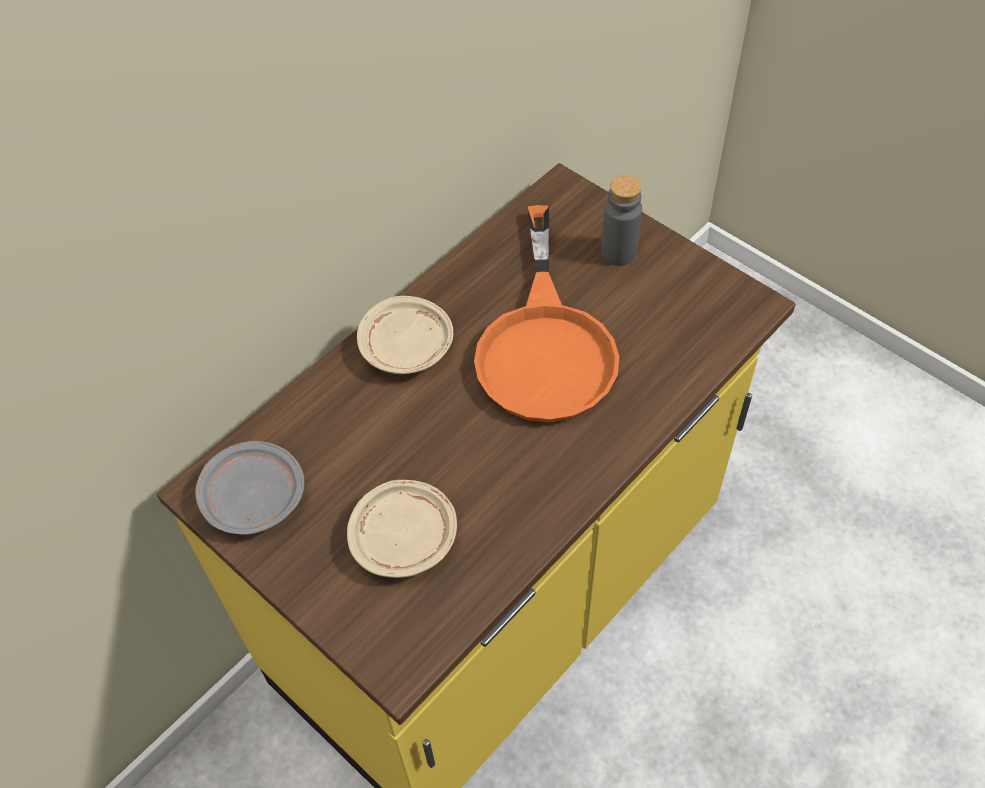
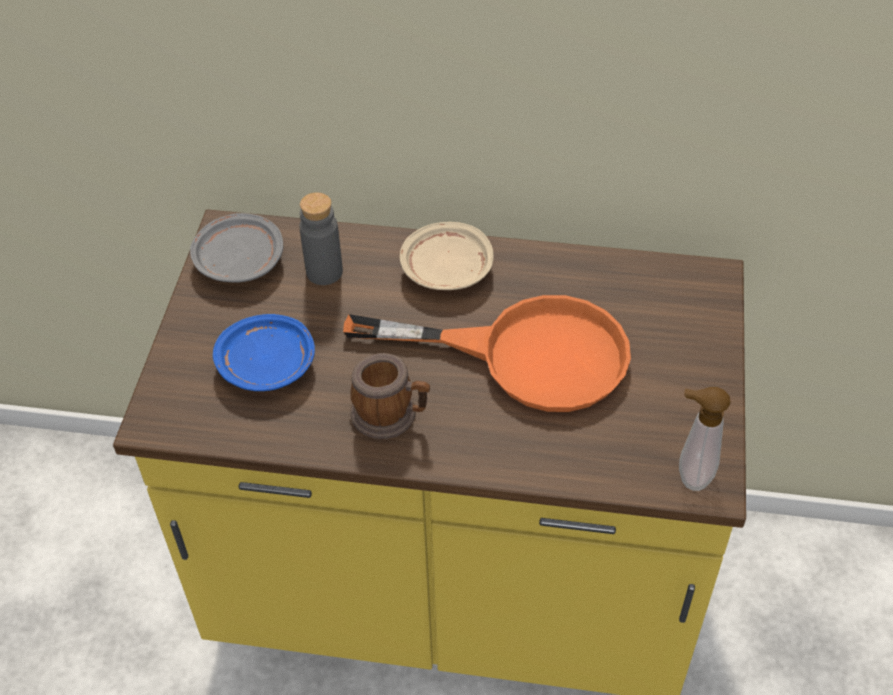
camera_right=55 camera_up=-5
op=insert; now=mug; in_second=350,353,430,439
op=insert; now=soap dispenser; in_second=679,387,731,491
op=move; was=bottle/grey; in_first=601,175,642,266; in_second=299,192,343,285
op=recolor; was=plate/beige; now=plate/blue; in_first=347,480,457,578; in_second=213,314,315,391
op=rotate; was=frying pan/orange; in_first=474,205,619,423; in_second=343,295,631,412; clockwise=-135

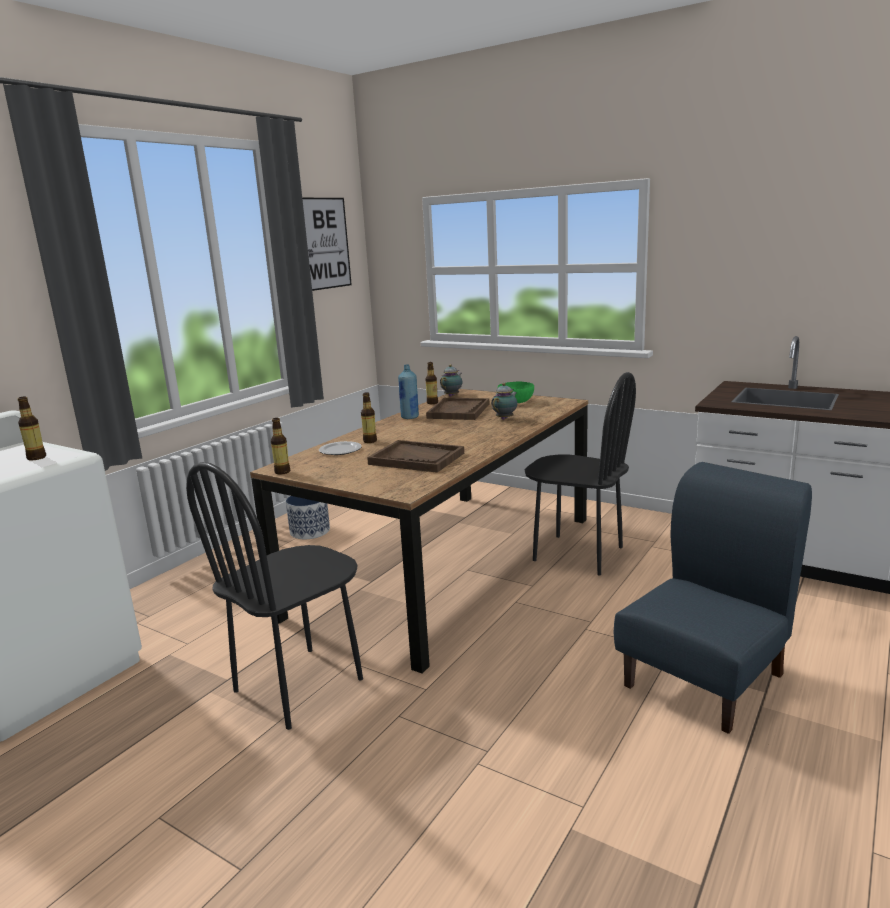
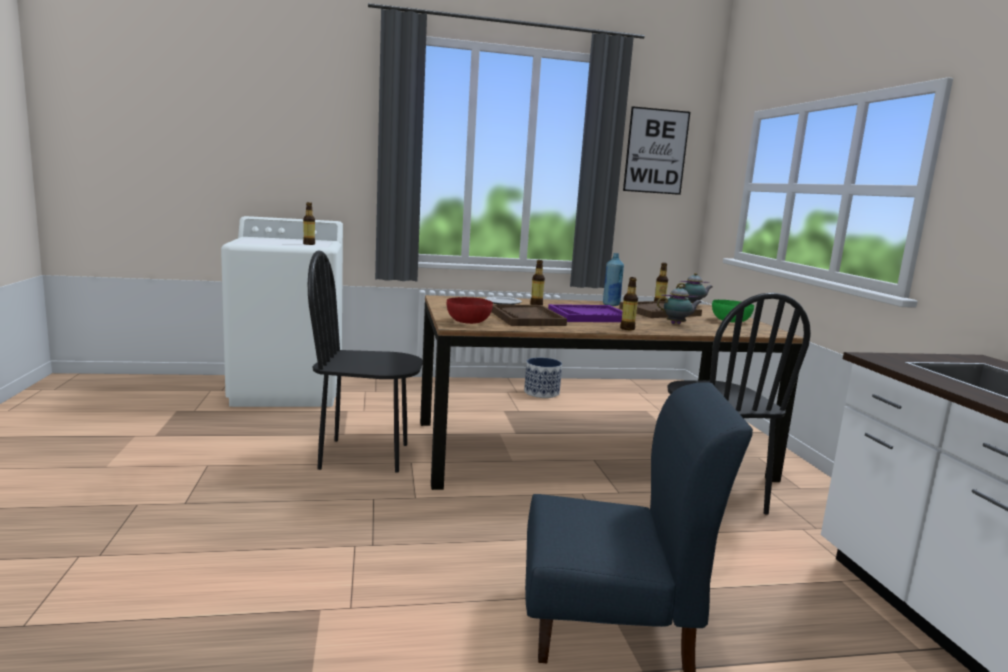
camera_right=45 camera_up=-5
op=insert; now=bowl/red; in_second=447,297,493,324
op=insert; now=tray/purple; in_second=548,304,622,322
op=move; was=bottle; in_first=271,418,290,475; in_second=620,277,638,330

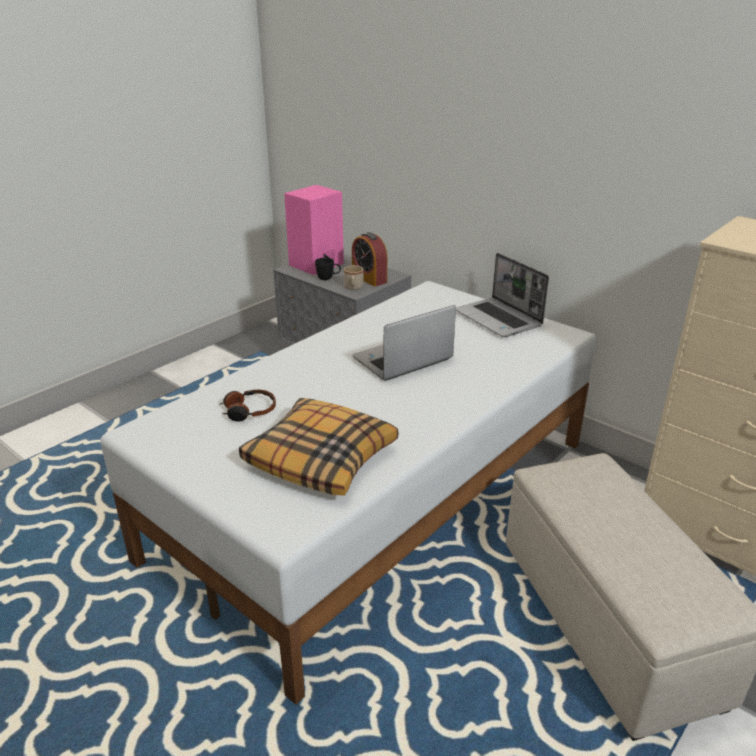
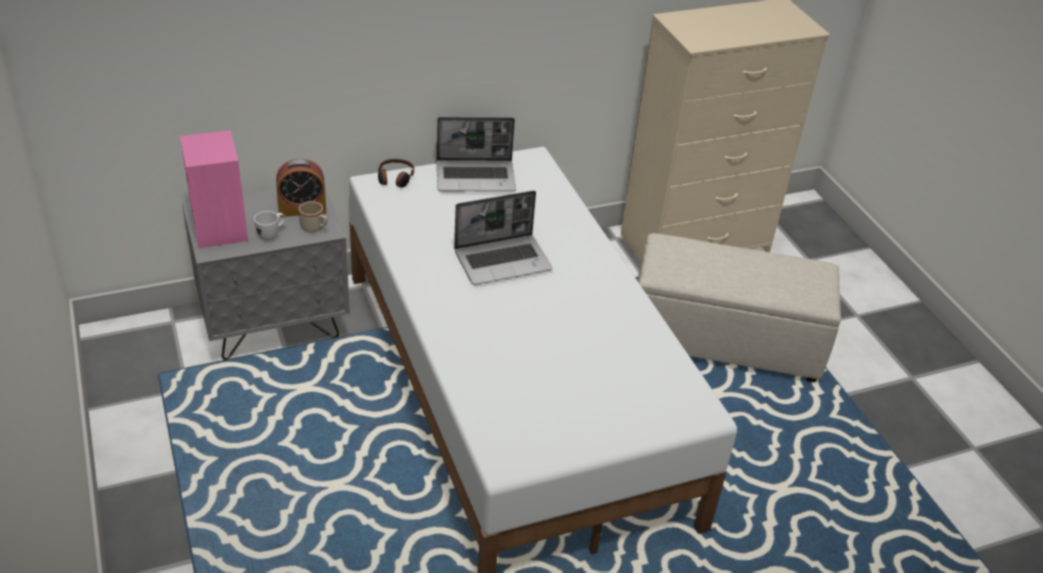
camera_right=-65 camera_up=10
op=delete; was=pillow; in_first=239,398,398,496
op=move; was=headphones; in_first=219,390,276,422; in_second=378,159,414,187
op=recolor; was=mug/black; now=mug/white; in_first=315,258,341,280; in_second=254,211,285,241
op=rotate; was=laptop; in_first=352,305,456,381; in_second=454,191,552,285; clockwise=-105

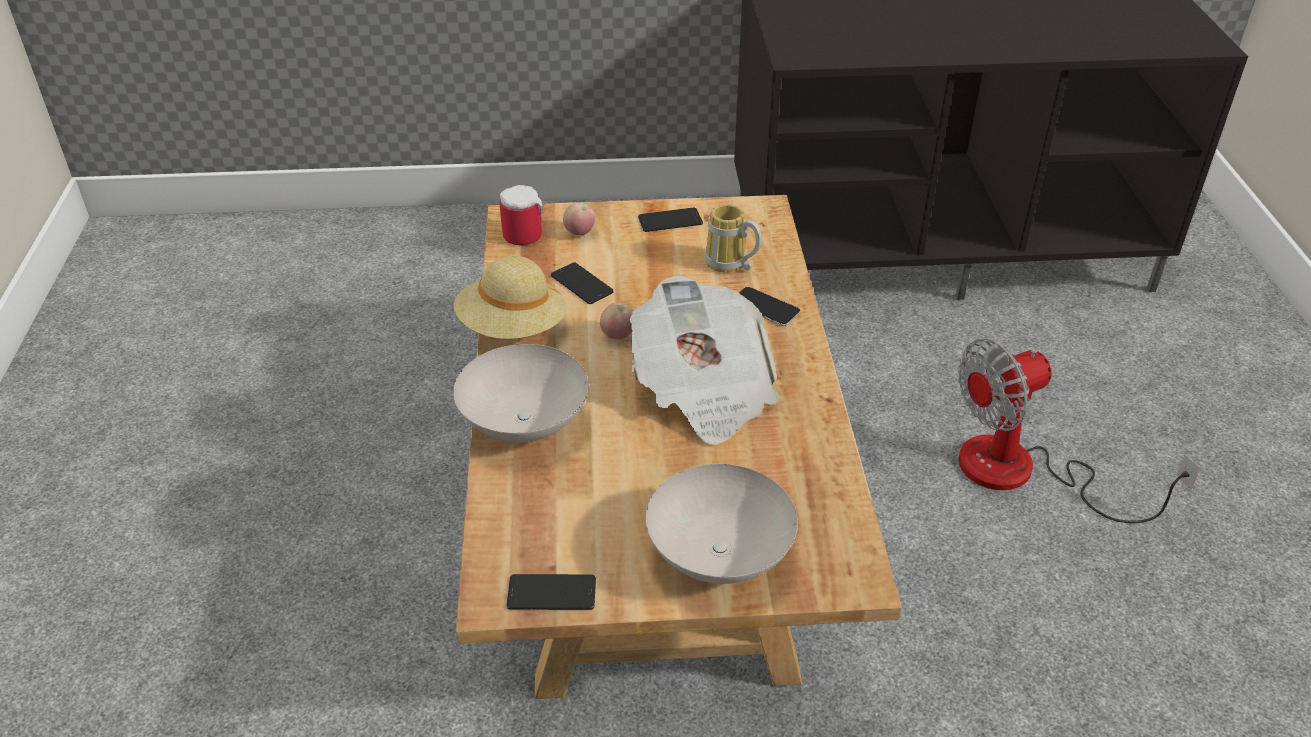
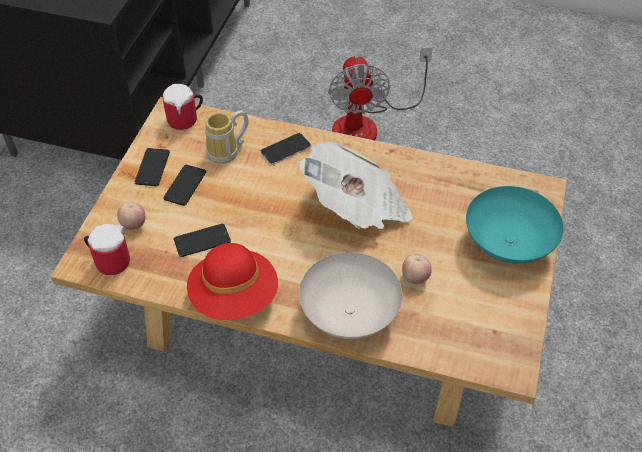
camera_right=-70 camera_up=10
op=insert; now=mug; in_second=163,84,203,130
op=move; was=phone; in_first=507,574,596,610; in_second=163,165,206,206
op=move; was=apple; in_first=600,303,633,339; in_second=402,254,432,284
op=recolor; was=hat/beige; now=hat/red; in_first=453,256,567,339; in_second=187,243,278,320
op=recolor; was=bowl/white; now=bowl/turquoise; in_first=646,464,798,584; in_second=466,186,564,264

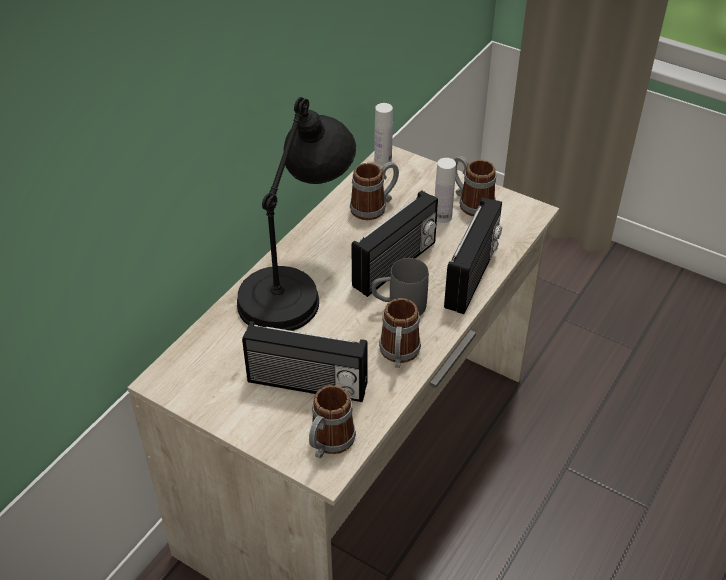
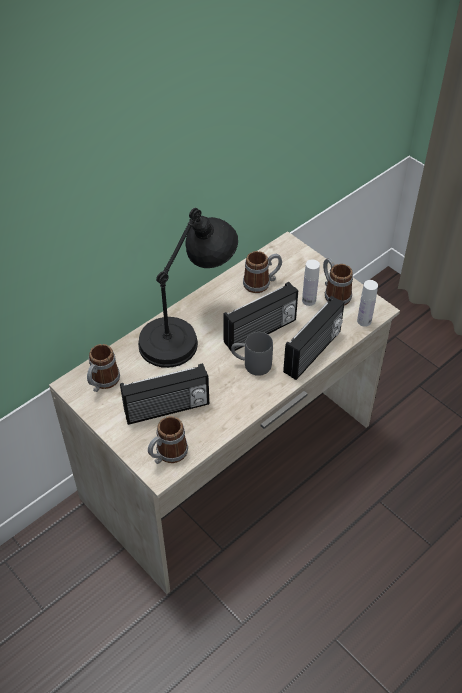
camera_right=15 camera_up=5
op=move; was=bottle/white; in_first=374,103,393,166; in_second=357,280,378,327
op=move; was=mug; in_first=379,298,421,368; in_second=87,344,120,392
op=rotate; was=radio; in_first=242,321,368,402; in_second=120,363,209,425; clockwise=-45

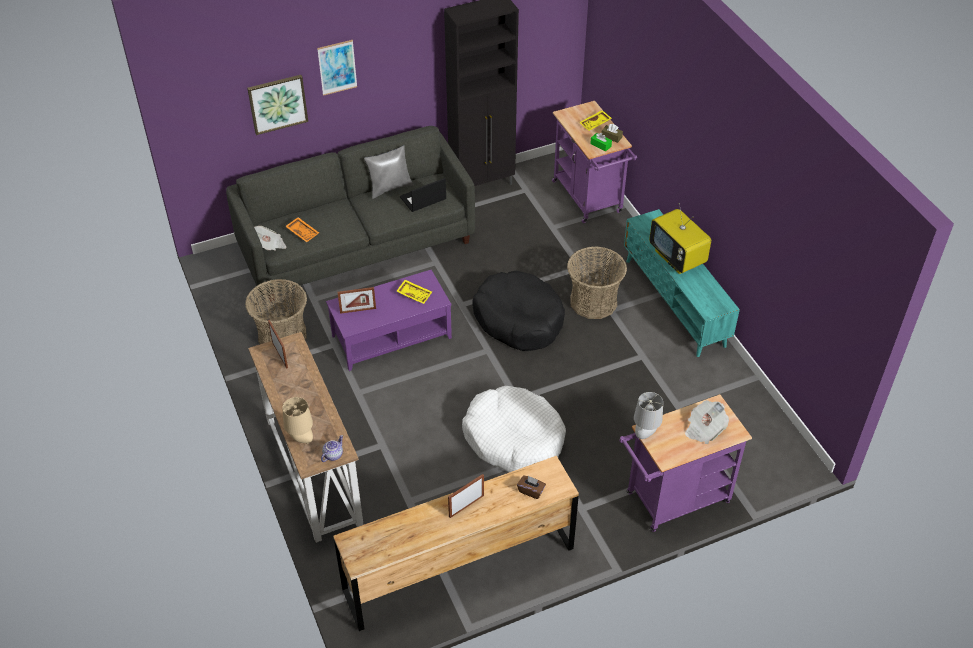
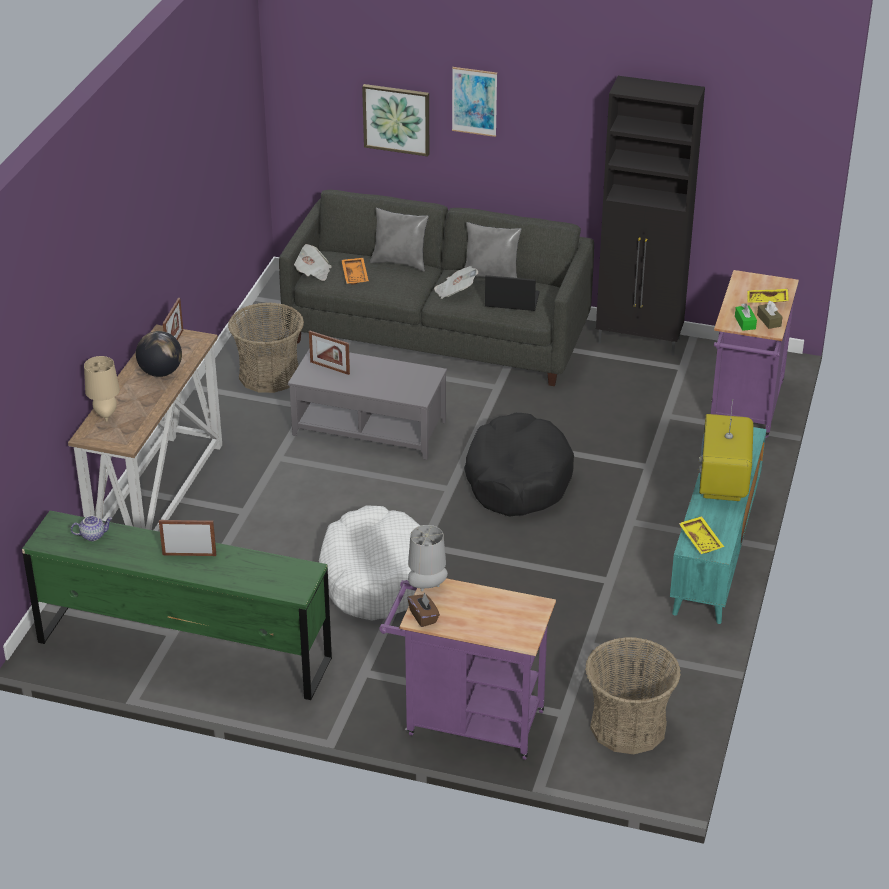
camera_right=40 camera_up=-10
op=insert; now=globe; in_second=136,331,182,377
op=insert; now=pillow/grey; in_second=370,208,429,271
op=move; was=teapot; in_first=321,435,343,462; in_second=71,516,112,541
op=move; was=tray/yellow; in_first=396,280,432,304; in_second=679,516,724,554
op=move; was=tissue box/brown; in_first=517,475,546,499; in_second=408,592,440,627
op=move; was=basket; in_first=567,246,627,319; in_second=585,637,681,754
op=move; was=newspaper; in_first=685,400,729,444; in_second=434,266,478,299
op=recolor; was=coffee table/purple; now=coffee table/grey; in_first=326,270,452,371; in_second=288,348,447,460
op=recolor; was=dresser/brown; now=dresser/green; in_first=333,456,579,631; in_second=22,511,332,700

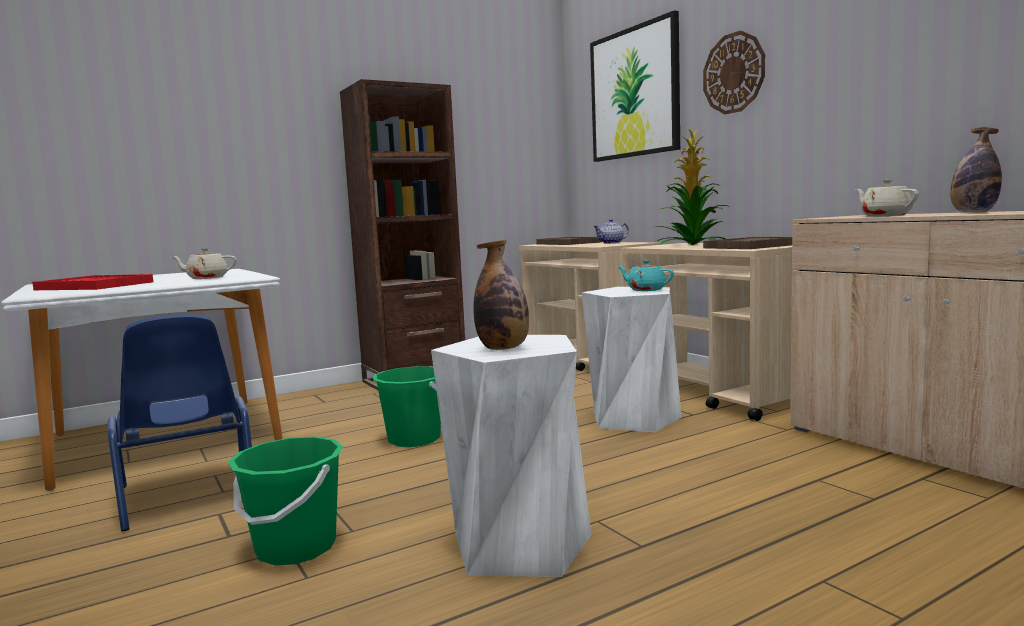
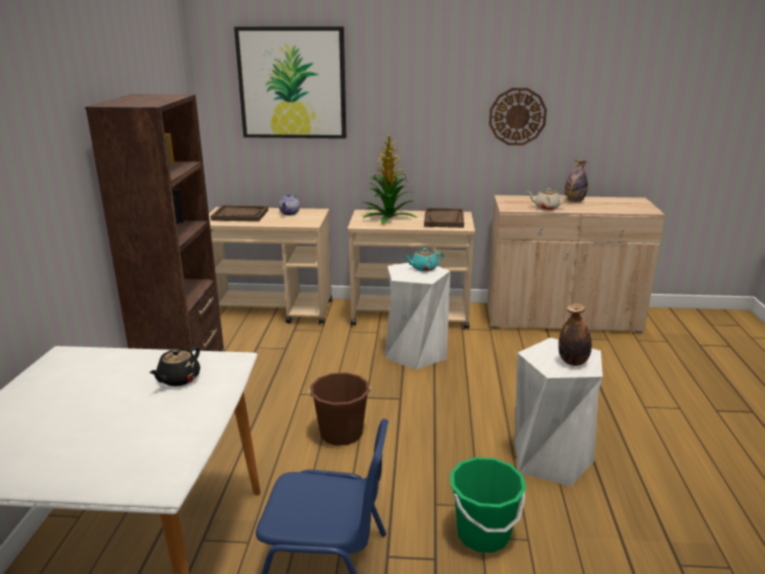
camera_right=-55 camera_up=15
op=delete; was=tray/red; in_first=32,274,153,290
op=move; was=wall clock; in_first=703,30,765,114; in_second=489,88,547,145
op=recolor; was=teapot/beige; now=teapot/black; in_first=170,248,237,279; in_second=149,347,200,386
op=recolor; was=bucket/green; now=bucket/brown; in_first=373,366,441,447; in_second=309,372,371,446

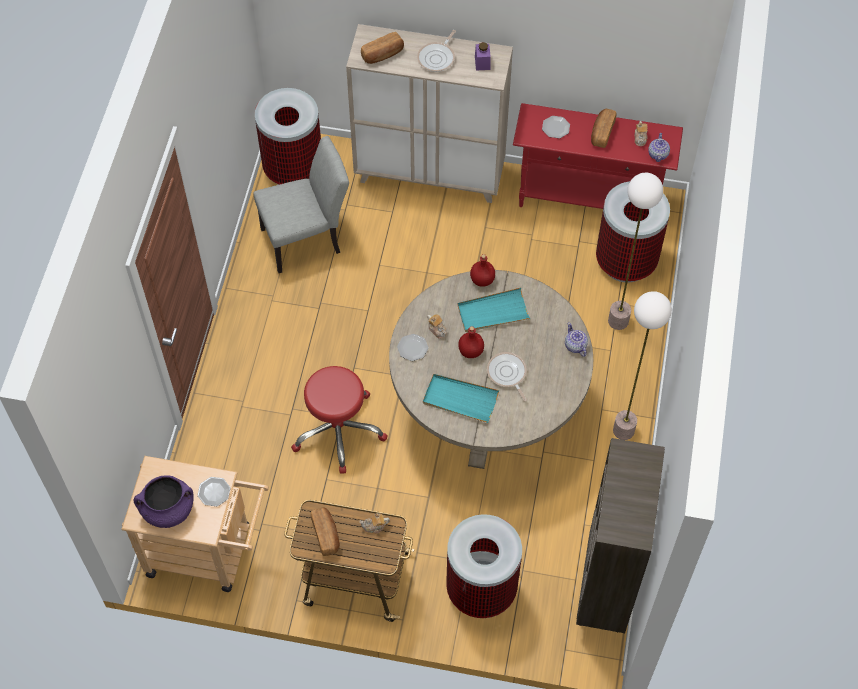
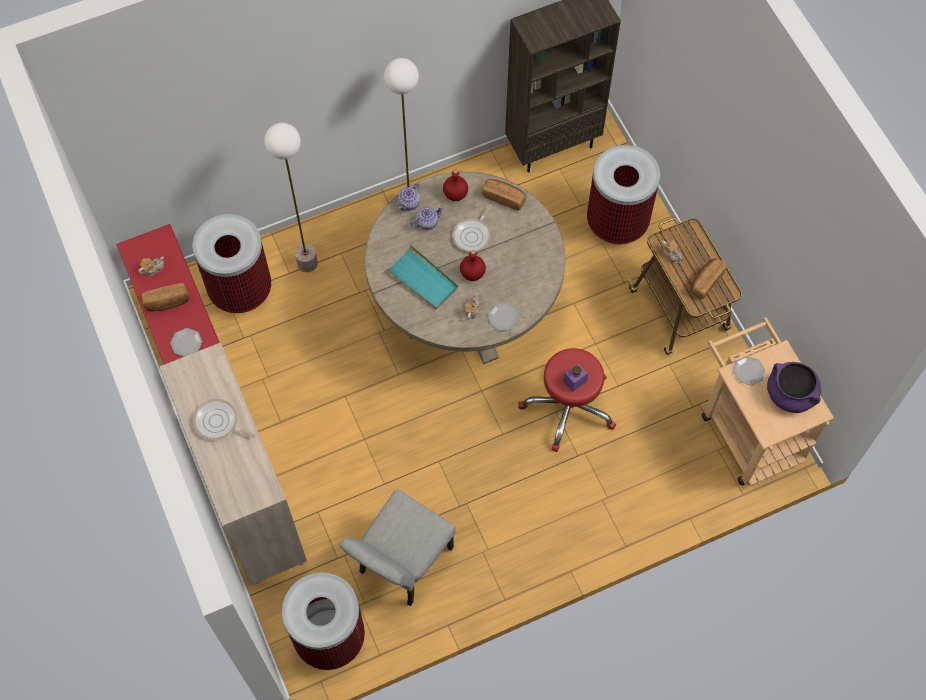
camera_right=-125 camera_up=5
op=delete; was=tray/turquoise; in_first=423,374,499,423
op=move; was=bread; in_first=361,32,404,64; in_second=482,179,526,210
op=move; was=bottle/red; in_first=470,254,495,287; in_second=443,170,468,201
op=move; was=jar/purple; in_first=475,42,491,70; in_second=563,363,588,392
op=move; was=teapot; in_first=648,133,670,162; in_second=410,206,444,230
op=rotate; was=chair/grey; in_first=253,136,349,273; in_second=339,489,456,606; clockwise=-90
op=rotate; was=frying pan; in_first=417,30,456,72; in_second=193,399,255,440; clockwise=-150

